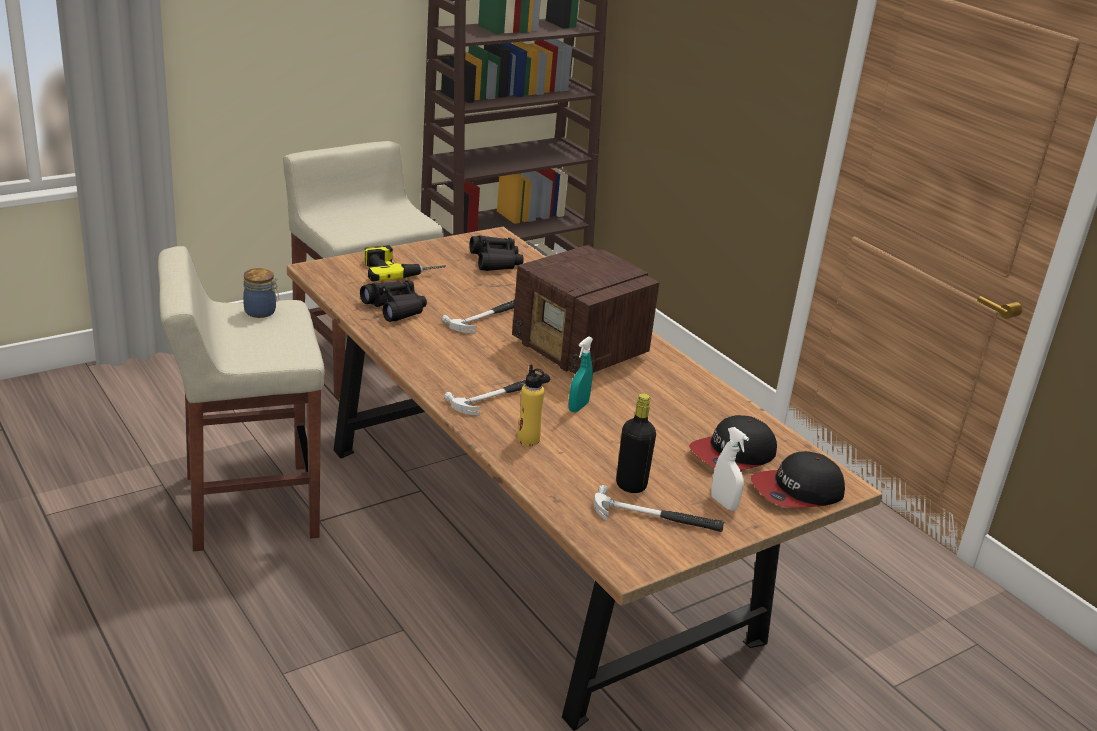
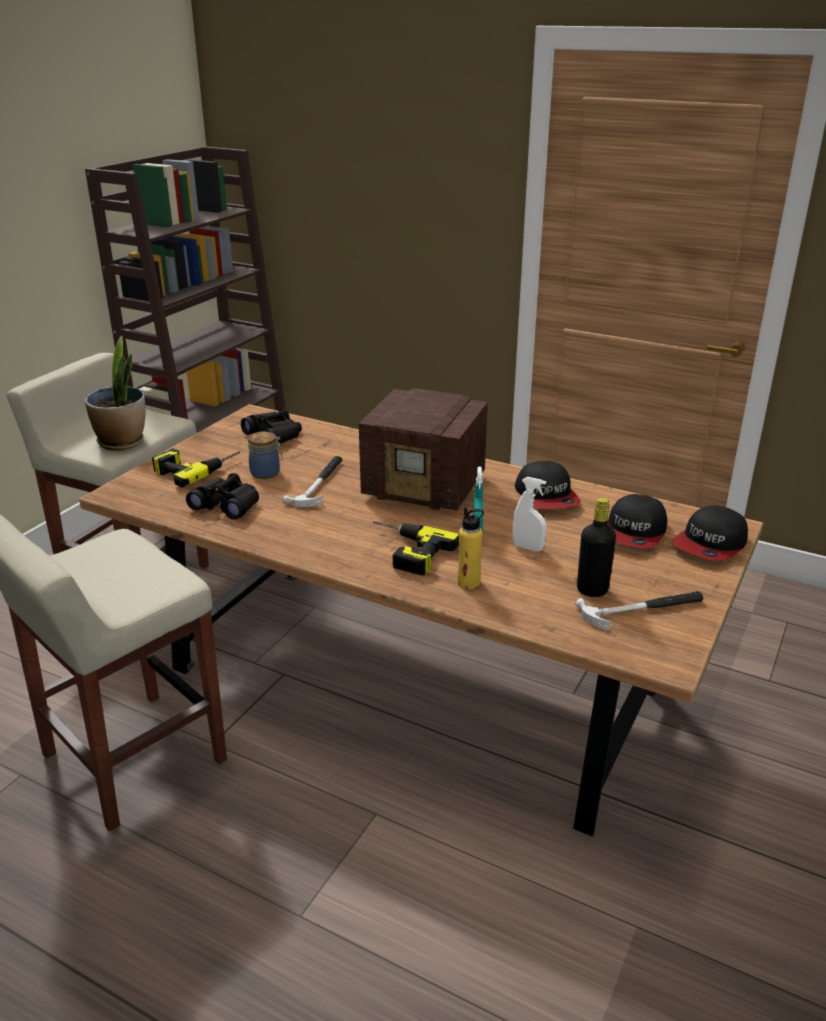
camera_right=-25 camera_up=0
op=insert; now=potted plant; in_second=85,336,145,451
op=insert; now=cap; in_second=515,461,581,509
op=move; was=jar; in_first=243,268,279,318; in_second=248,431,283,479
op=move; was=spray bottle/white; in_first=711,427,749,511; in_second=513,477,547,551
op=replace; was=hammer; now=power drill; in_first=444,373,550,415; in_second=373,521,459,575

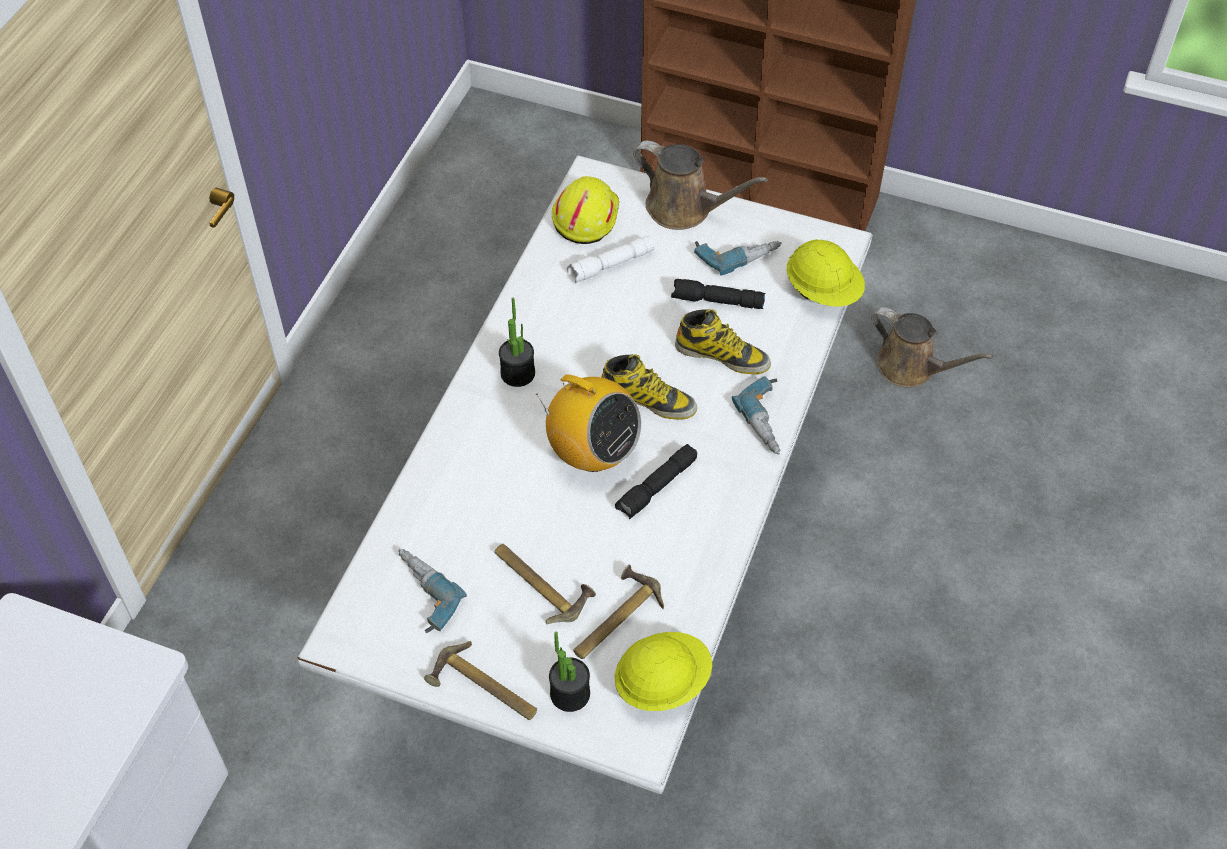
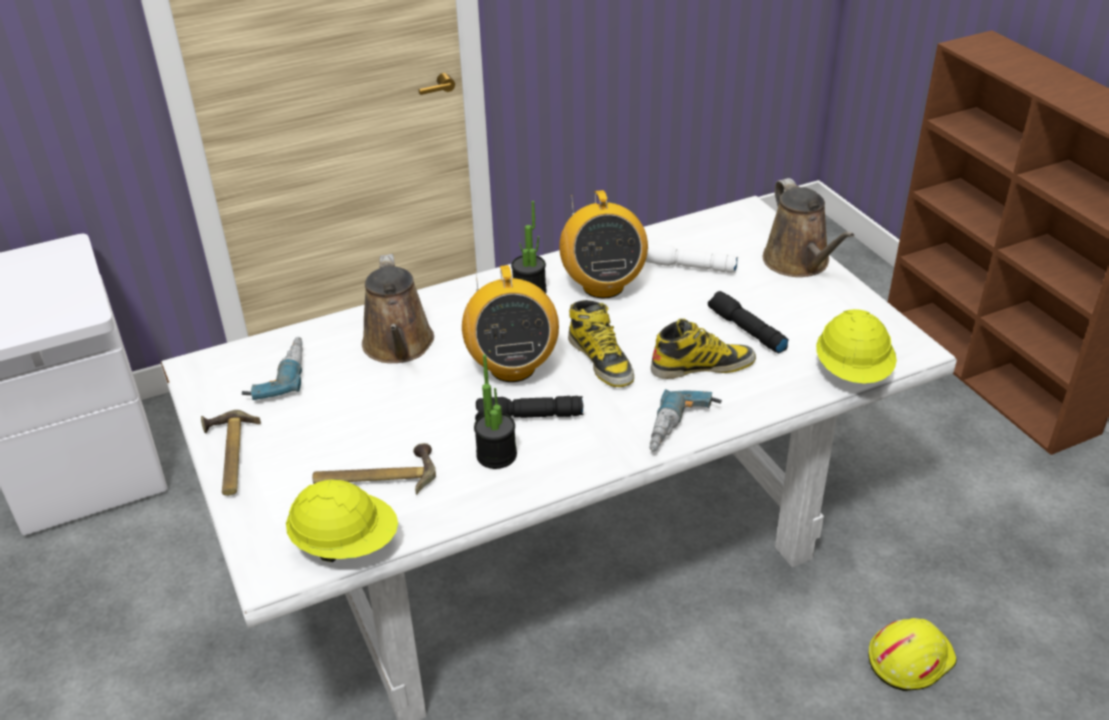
camera_right=45 camera_up=-15
op=delete; was=hammer; in_first=494,544,596,624
op=delete; was=power drill; in_first=694,241,782,275
op=insert; now=radio; in_second=559,190,648,298
op=move; was=potted plant; in_first=549,632,590,712; in_second=474,354,517,469
op=move; was=hard hat/yellow; in_first=552,176,619,244; in_second=868,618,957,691
op=move; was=watering can/brown; in_first=871,307,993,388; in_second=362,254,434,363
op=rotate; was=boot; in_first=675,309,771,374; in_second=651,318,756,379; clockwise=-75

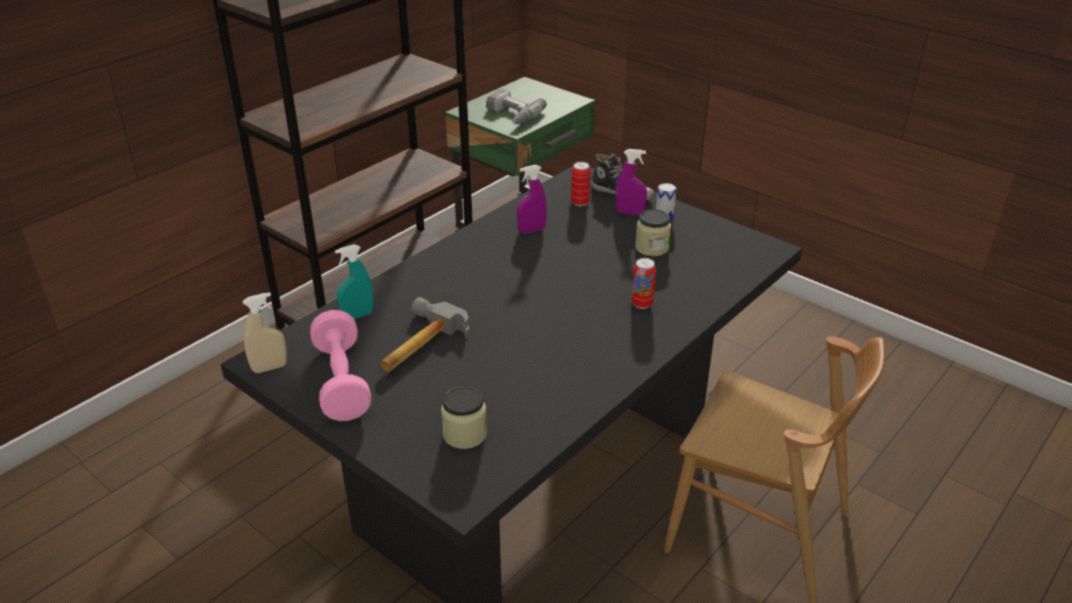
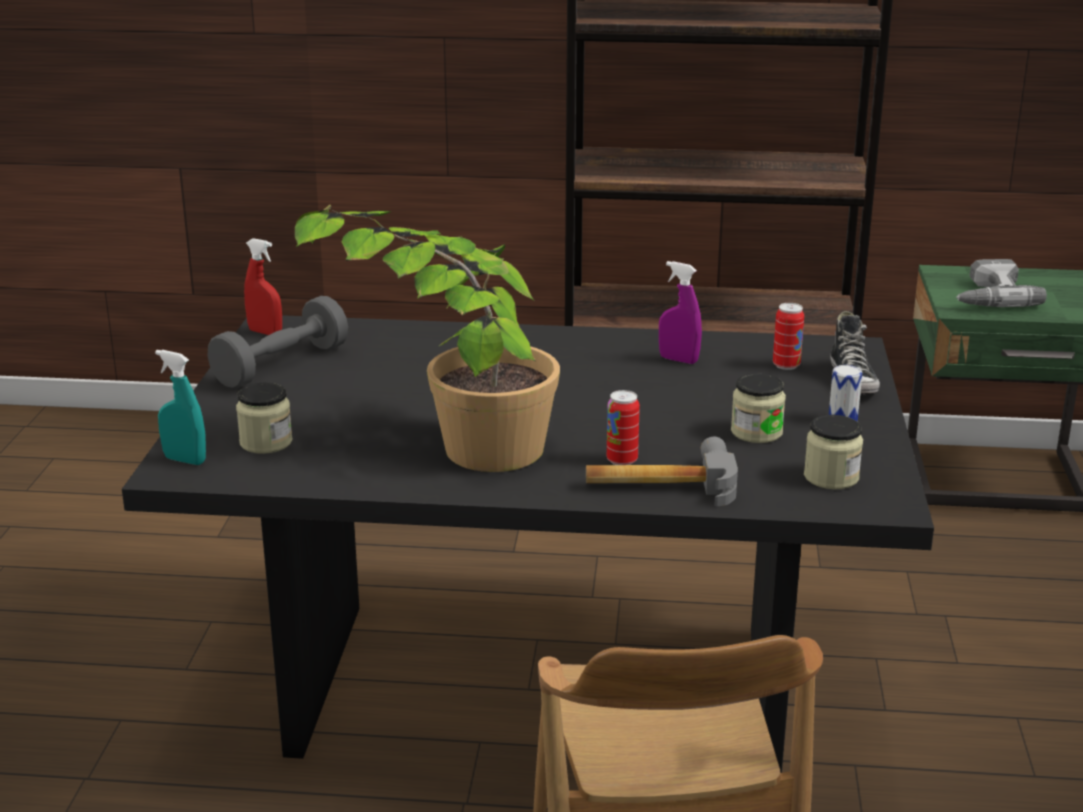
camera_right=55 camera_up=-10
op=delete; was=spray bottle/purple; in_first=615,149,647,215
op=insert; now=potted plant; in_second=295,205,560,472
op=insert; now=jar; in_second=804,415,863,489
op=move; was=spray bottle/turquoise; in_first=335,244,374,319; in_second=155,350,206,465
op=move; was=hammer; in_first=380,297,469,372; in_second=586,437,738,506
op=recolor; was=spray bottle/beige; now=spray bottle/red; in_first=243,292,287,373; in_second=244,238,282,335
op=recolor; was=dumbbell/pink; now=dumbbell/grey; in_first=310,310,371,421; in_second=208,296,348,389

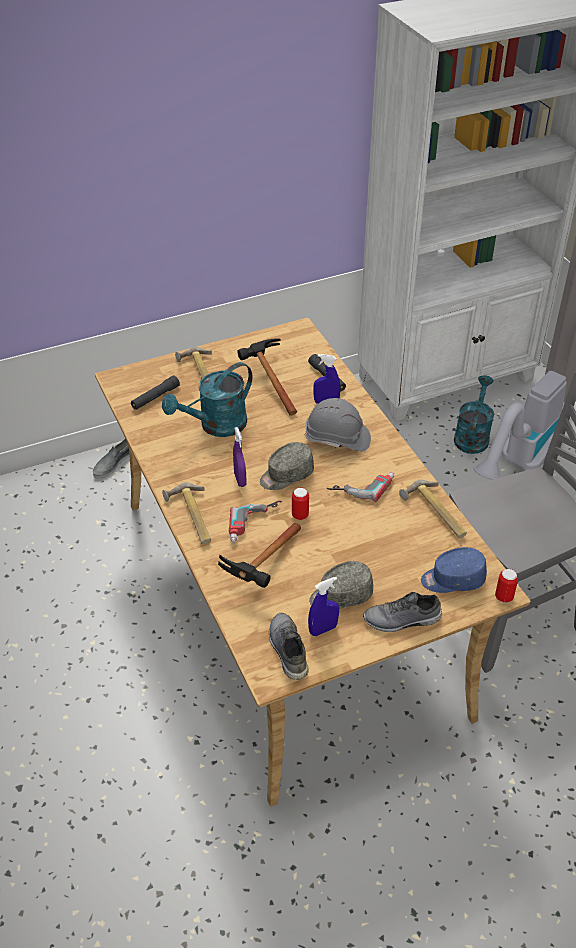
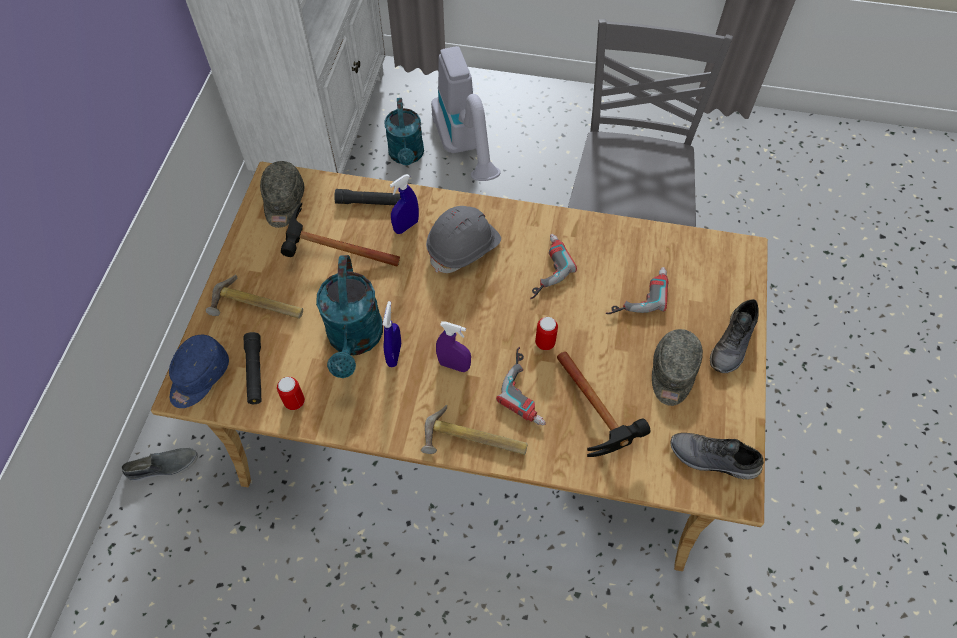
camera_right=-55 camera_up=15
op=delete; was=hammer; in_first=399,480,467,538
op=insert; now=power drill; in_second=606,267,668,314
op=move; was=cap/grey; in_first=260,442,314,490; in_second=260,161,305,228
op=move; was=spray bottle/blue; in_first=308,577,339,636; in_second=382,301,401,367
op=move; was=cap/blue; in_first=421,547,487,593; in_second=169,334,229,408
op=move; was=can; in_first=495,569,518,603; in_second=277,377,305,410
op=rotate; was=shoe/grey; in_first=93,438,130,478; in_second=121,448,198,482; clockwise=-90
op=rotate; was=watering can/turquoise; in_first=454,375,494,454; in_second=384,98,424,165; clockwise=-150

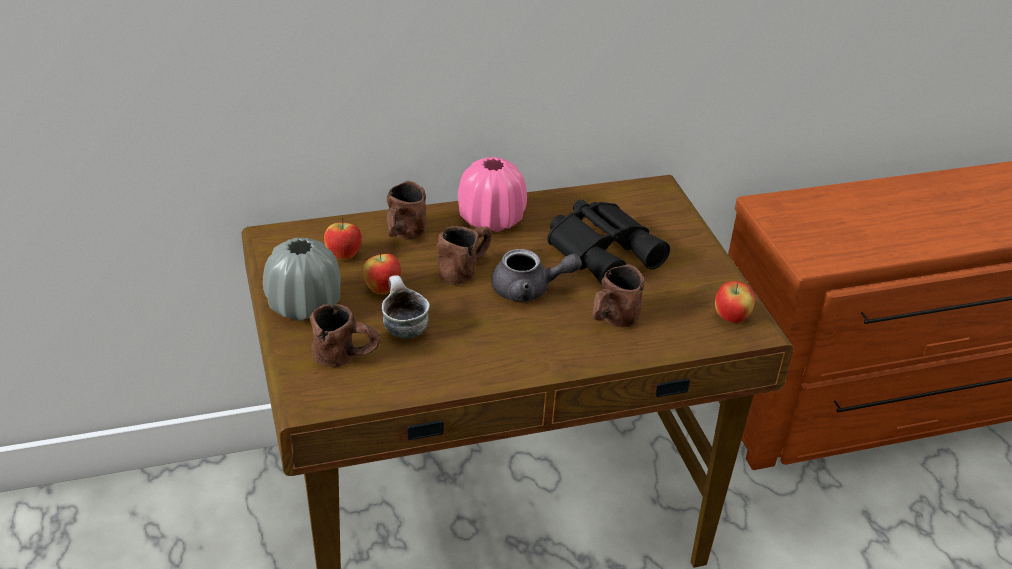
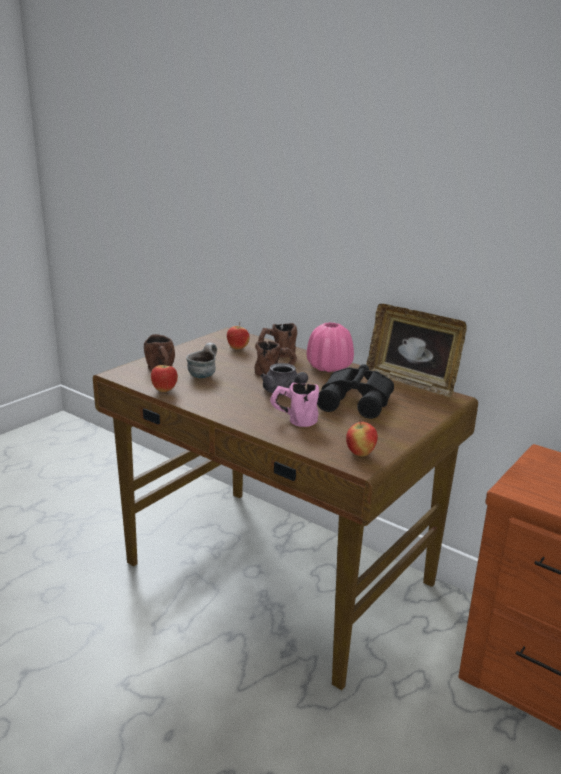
camera_right=55 camera_up=-15
op=delete; was=vase/grey; in_first=263,237,341,321
op=insert; now=picture frame; in_second=366,304,467,397
op=move; was=apple; in_first=363,250,401,294; in_second=151,360,178,392
op=recolor; was=mug/brown; now=mug/pink; in_first=592,265,644,327; in_second=270,383,319,427

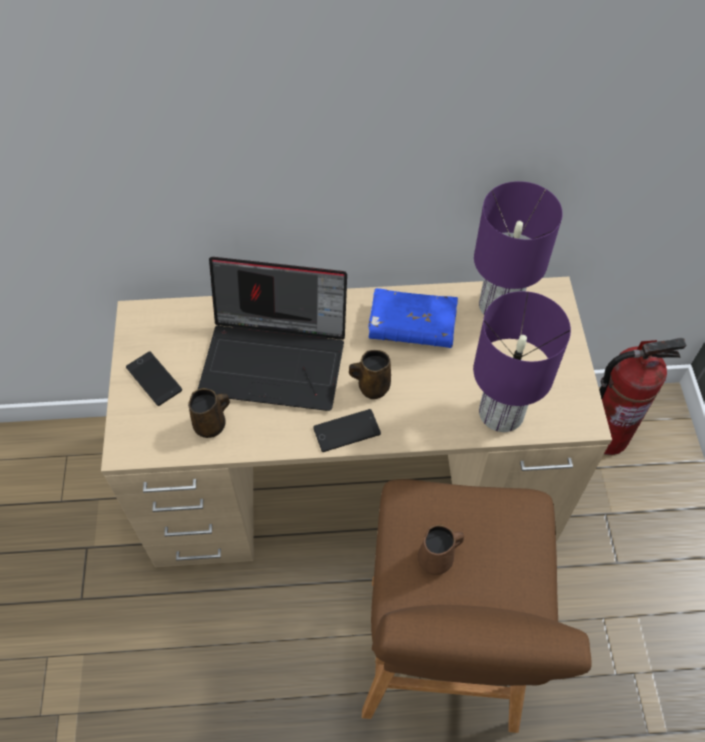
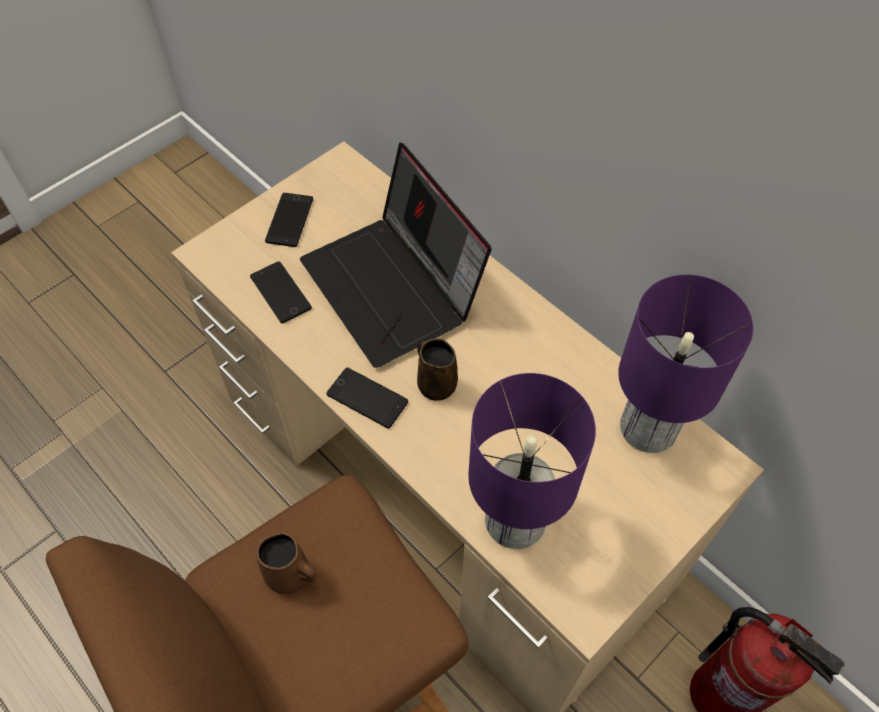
camera_right=50 camera_up=0
op=delete; was=book/blue; in_first=368,288,458,348
op=replace; was=mug/brown; now=phone; in_first=188,388,230,438; in_second=250,261,312,323

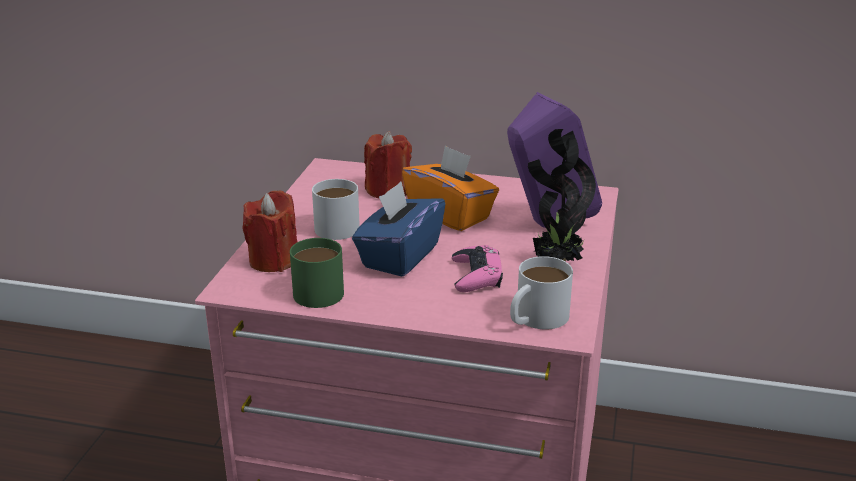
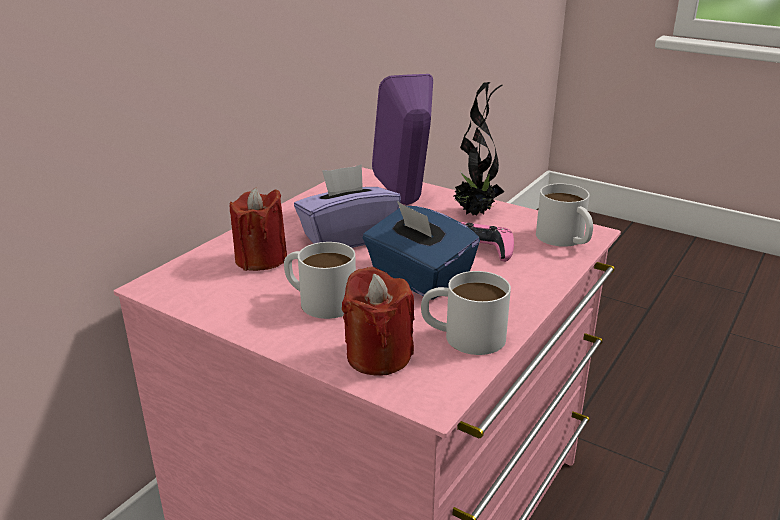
camera_right=-70 camera_up=0
op=recolor; was=mug/green; now=mug/white; in_first=290,238,344,308; in_second=421,271,511,355
op=recolor; was=tissue box/orange; now=tissue box/purple; in_first=402,145,499,231; in_second=294,164,401,248

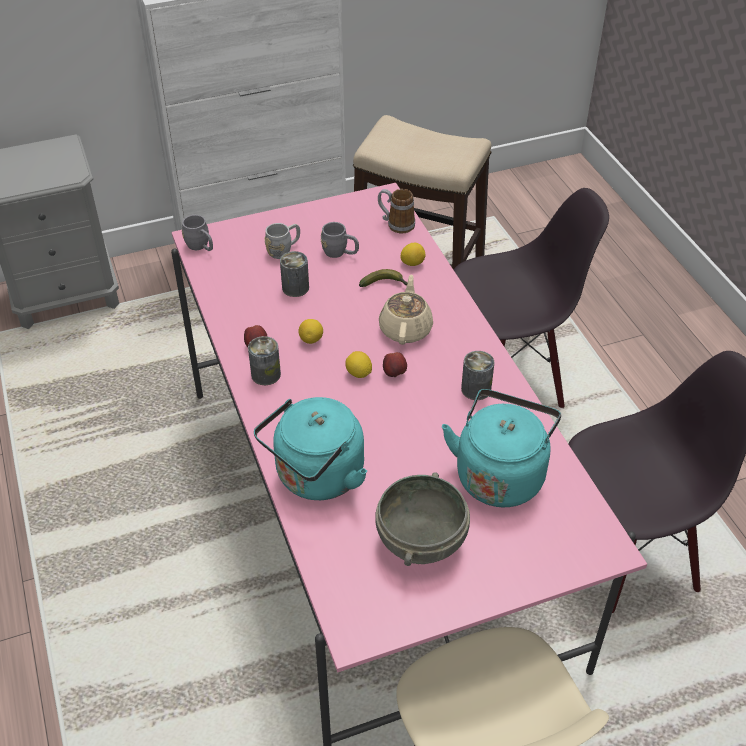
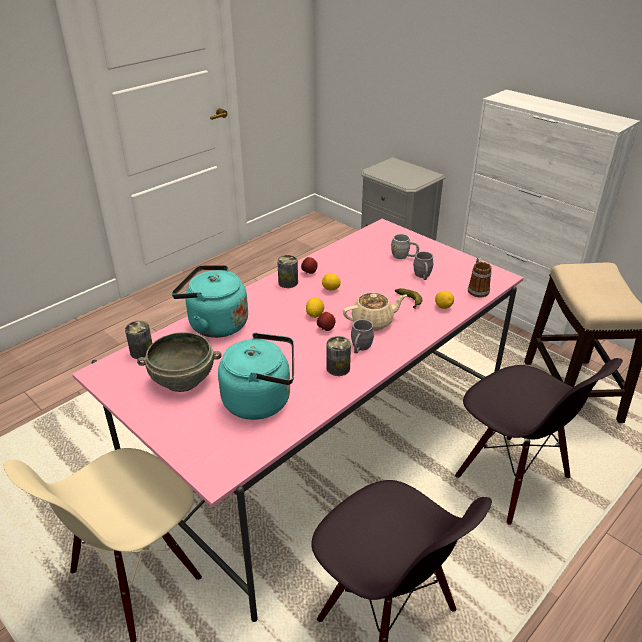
camera_right=65 camera_up=-10
op=move; was=mug/grey; in_first=182,215,213,251; in_second=351,319,374,353
op=move; was=can; in_first=280,251,309,297; in_second=125,320,152,359

